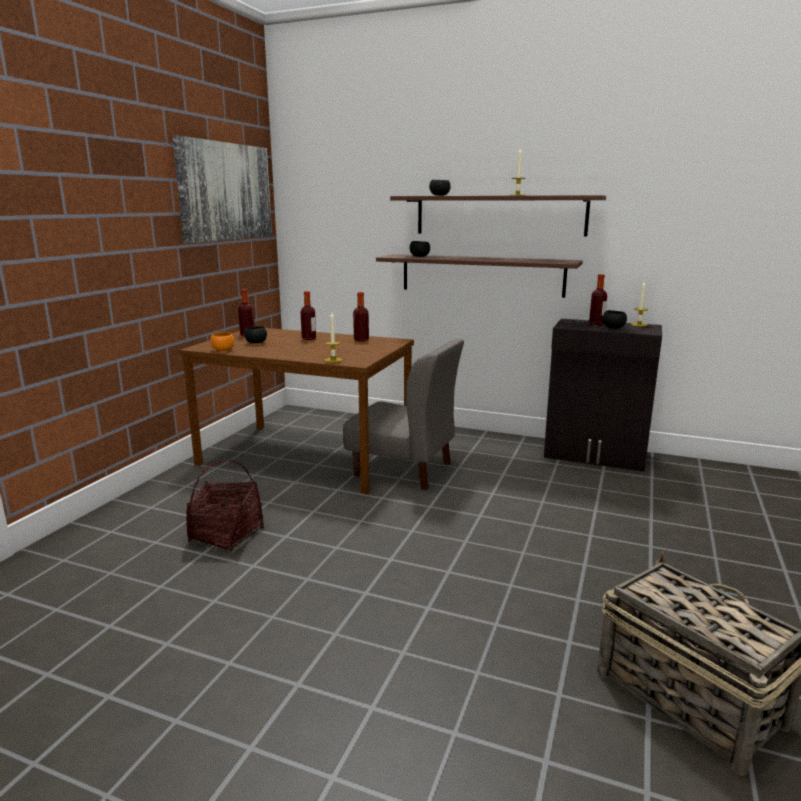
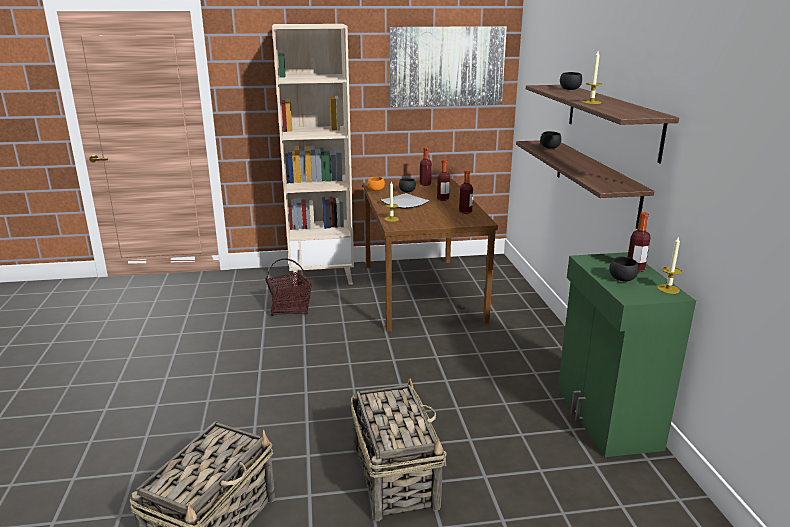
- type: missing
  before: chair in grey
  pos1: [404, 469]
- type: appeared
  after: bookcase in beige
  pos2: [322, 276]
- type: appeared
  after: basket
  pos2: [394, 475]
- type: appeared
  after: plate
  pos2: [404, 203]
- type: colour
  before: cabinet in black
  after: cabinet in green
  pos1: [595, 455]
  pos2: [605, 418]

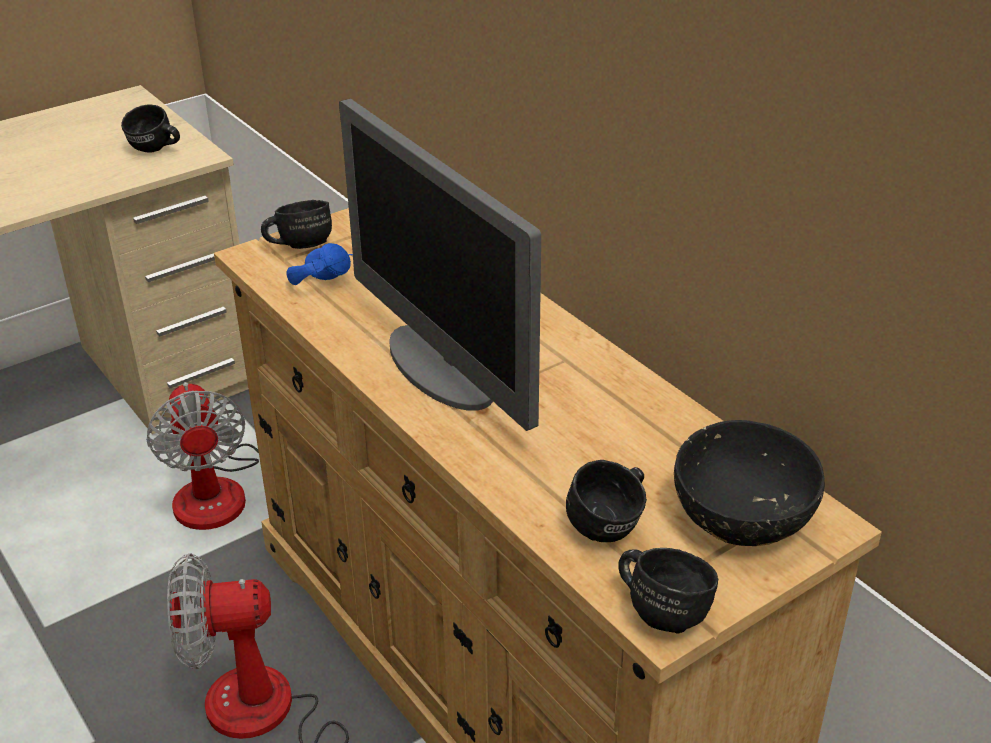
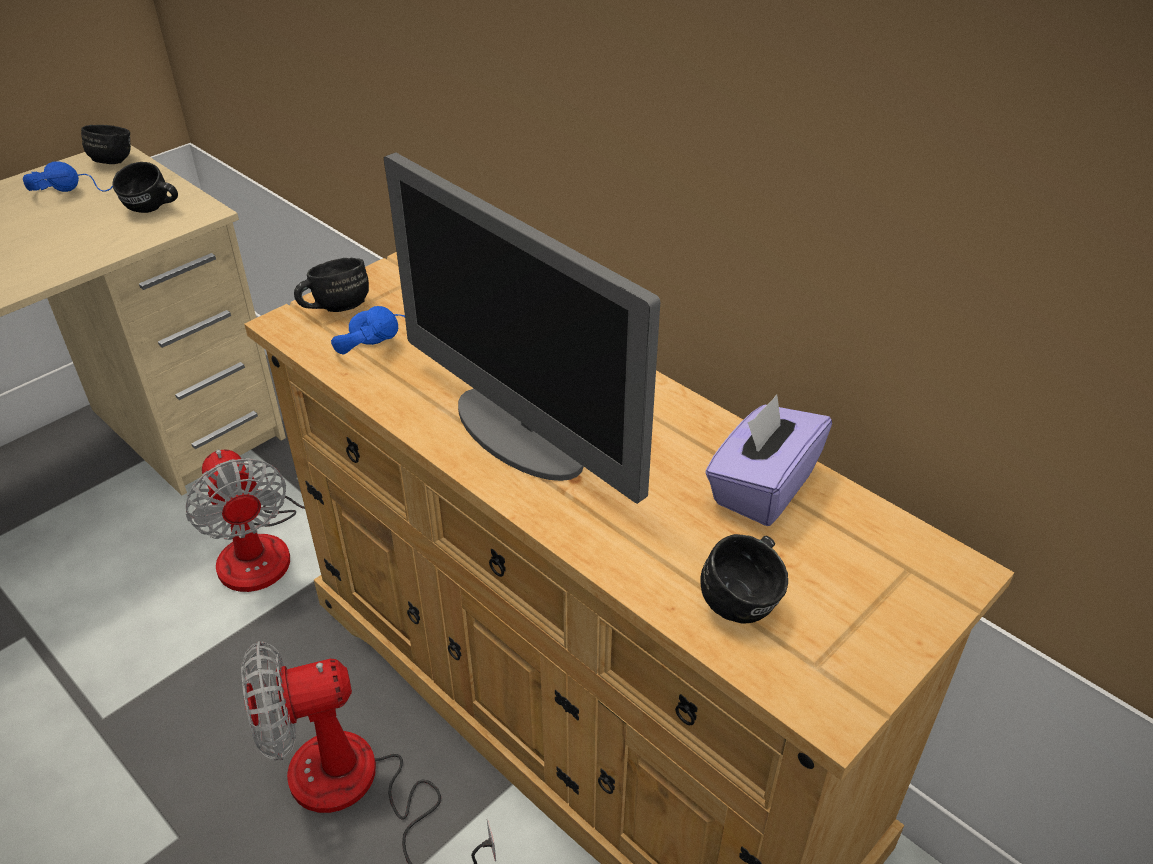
- type: missing
  before: bowl in black
  pos1: [741, 517]
- type: appeared
  after: headphones in blue
  pos2: [74, 191]
- type: appeared
  after: tissue box in purple
  pos2: [762, 487]
- type: relocated
  before: mug in black
  pos1: [662, 608]
  pos2: [110, 159]

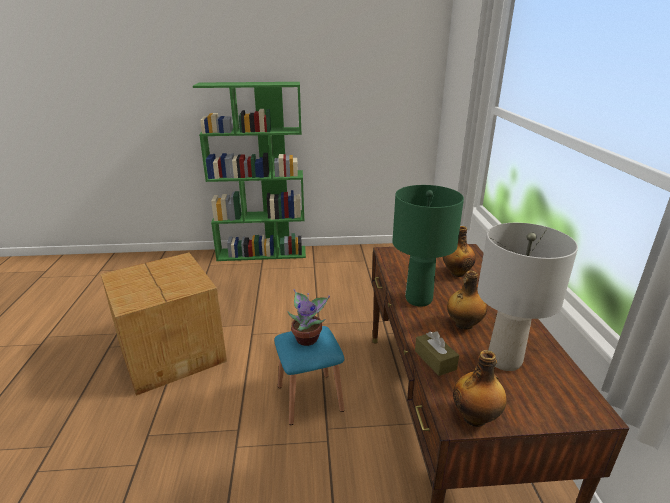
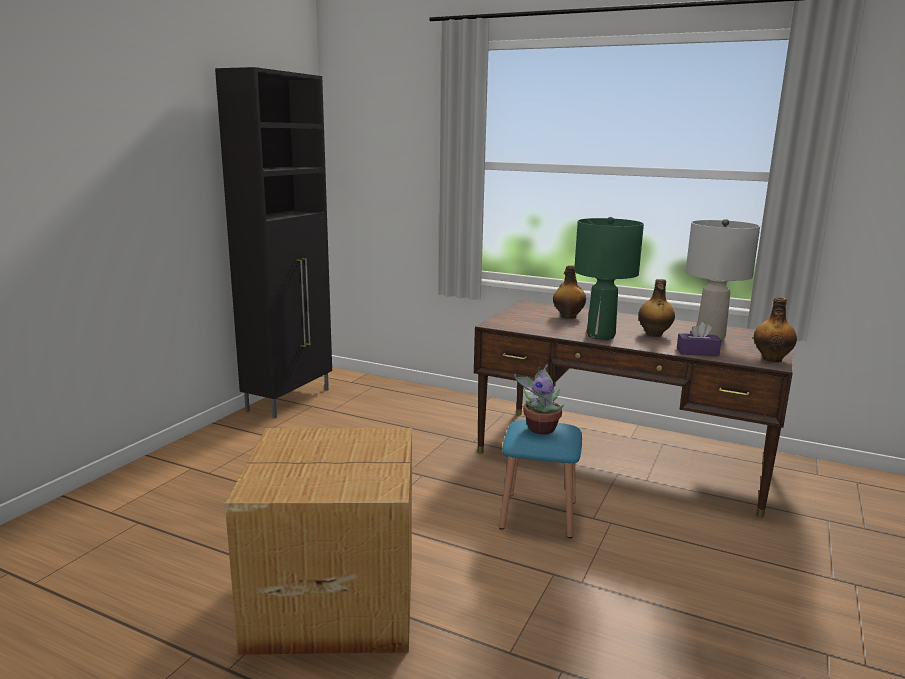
- type: missing
  before: bookcase in green
  pos1: [262, 253]
- type: appeared
  after: cabinet in black
  pos2: [290, 400]
- type: colour
  before: tissue box in brown
  after: tissue box in purple
  pos1: [435, 360]
  pos2: [697, 352]

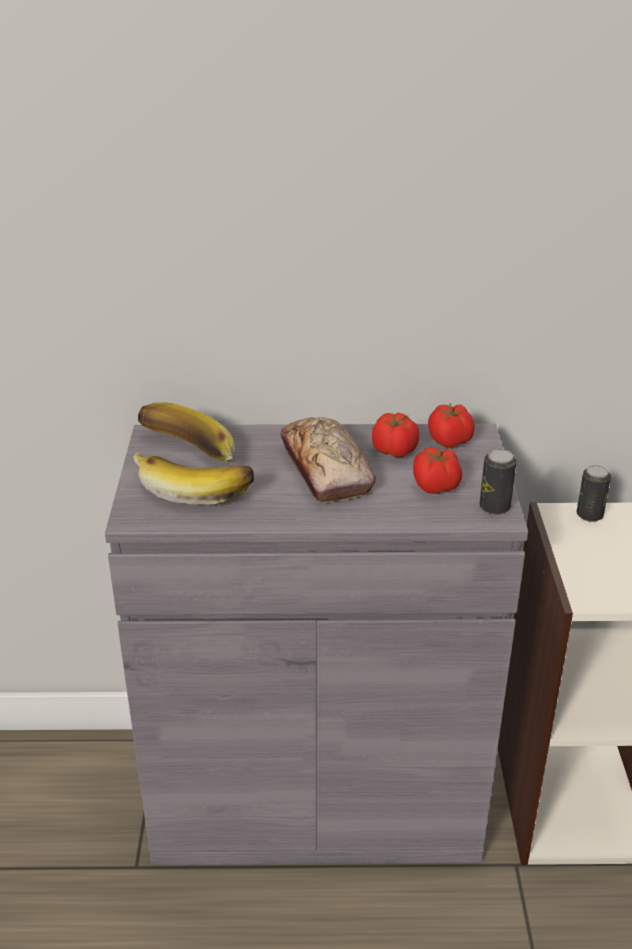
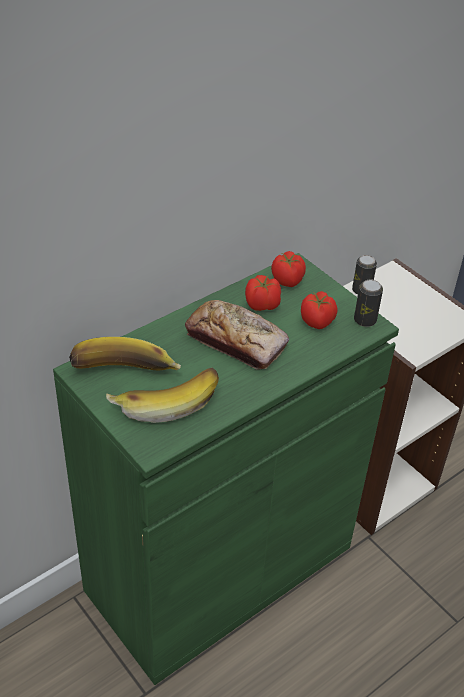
- type: colour
  before: cabinet in grey
  after: cabinet in green
  pos1: [316, 797]
  pos2: [220, 568]

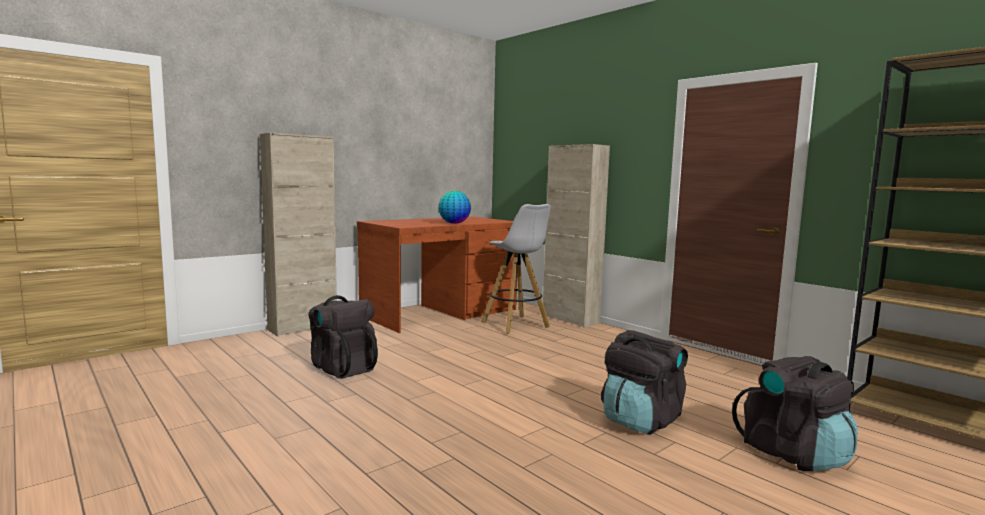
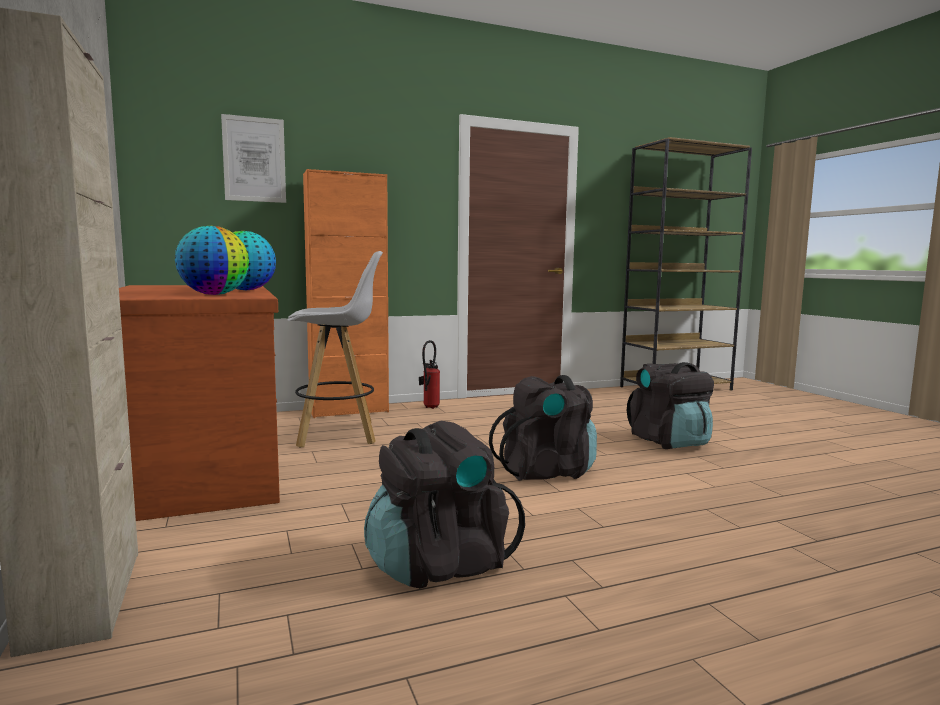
- type: appeared
  after: globe
  pos2: [214, 295]
- type: appeared
  after: picture
  pos2: [254, 159]
- type: appeared
  after: fire extinguisher
  pos2: [429, 407]
- type: relocated
  before: backpack in black
  pos1: [793, 454]
  pos2: [546, 471]
- type: colour
  before: cabinet in beige
  after: cabinet in orange
  pos1: [570, 319]
  pos2: [349, 411]

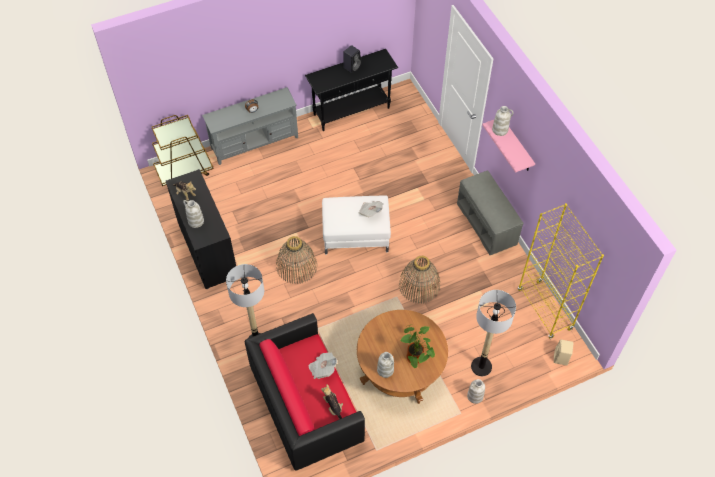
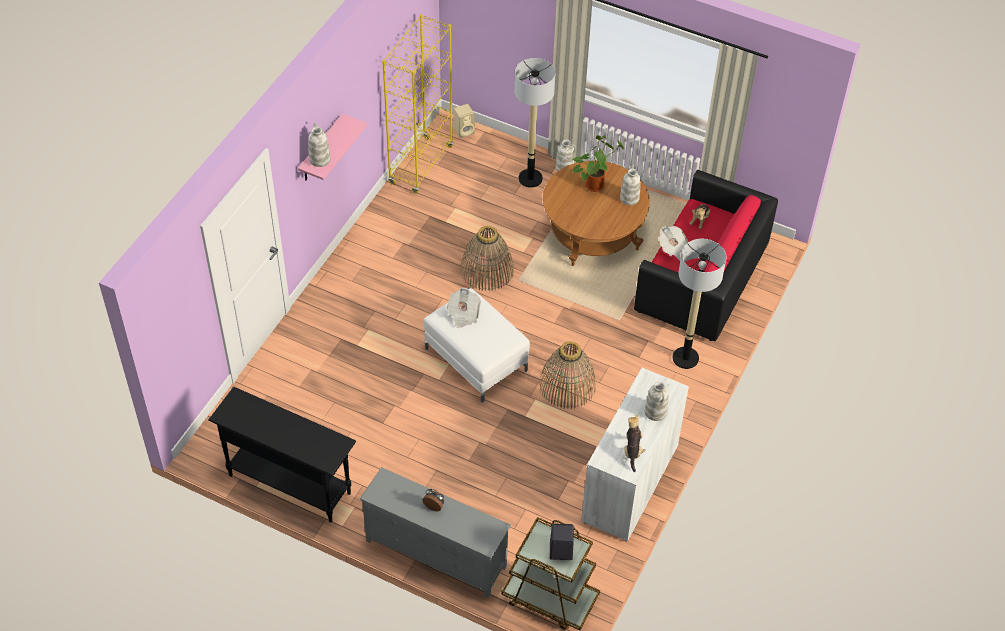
- type: missing
  before: bench in grey
  pos1: [487, 224]
- type: relocated
  before: speaker in black
  pos1: [352, 66]
  pos2: [560, 551]
- type: colour
  before: cabinet in black
  after: cabinet in white
  pos1: [208, 249]
  pos2: [629, 483]

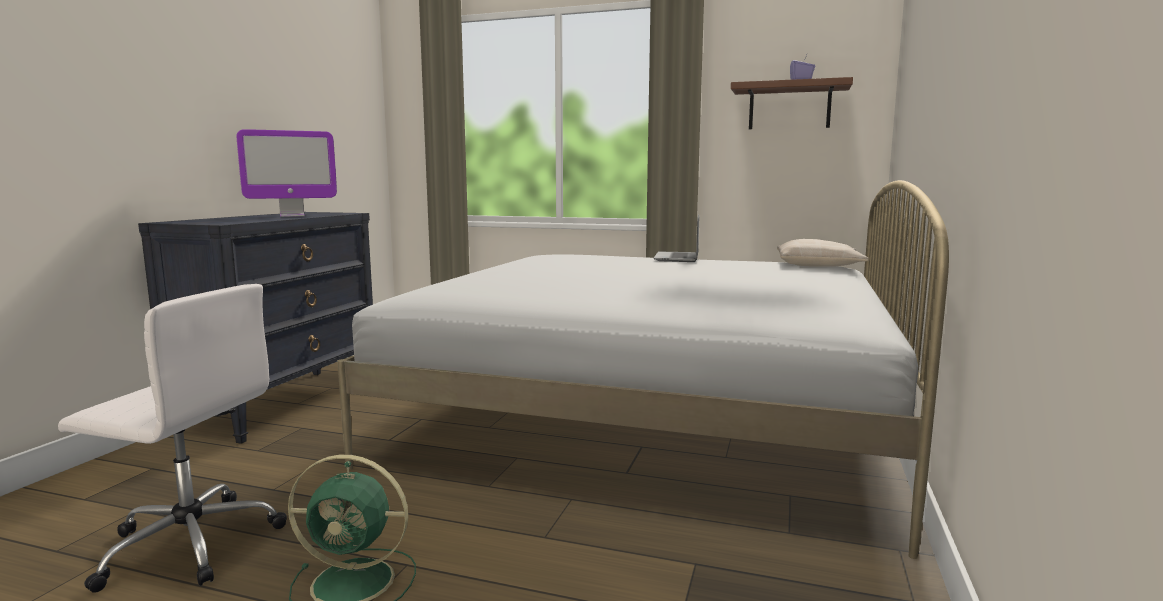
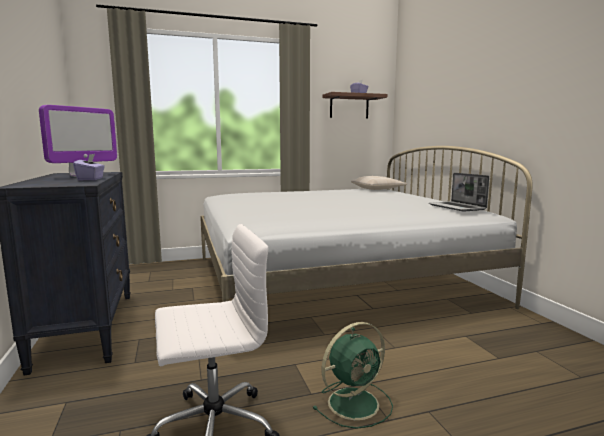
- type: appeared
  after: tissue box in purple
  pos2: [91, 179]
- type: relocated
  before: laptop
  pos1: [677, 258]
  pos2: [457, 207]

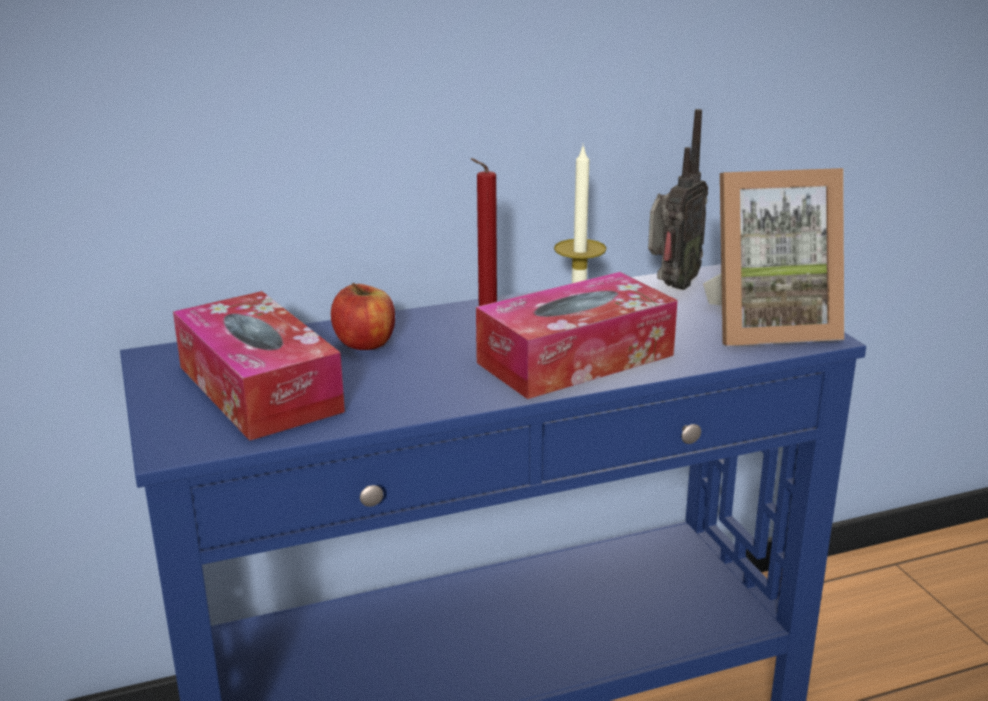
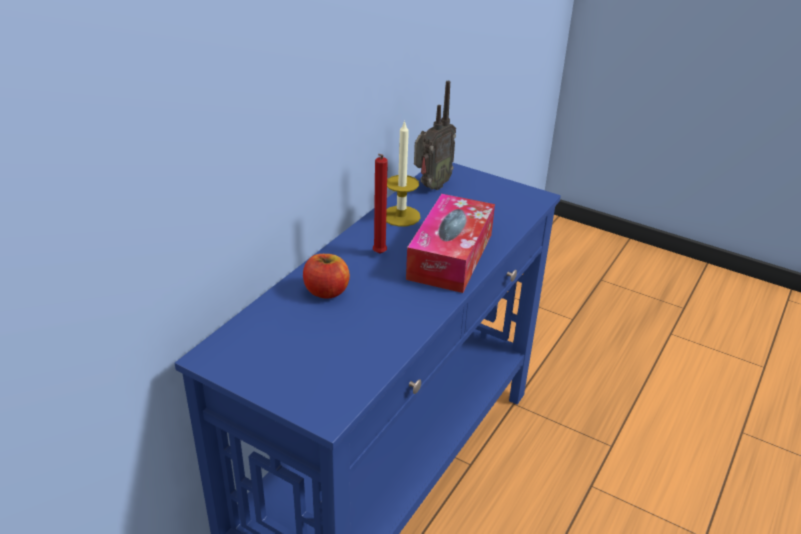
- type: missing
  before: tissue box
  pos1: [259, 389]
- type: missing
  before: picture frame
  pos1: [768, 326]
- type: spun
  before: radio
  pos1: [671, 286]
  pos2: [431, 186]
  turn: 45

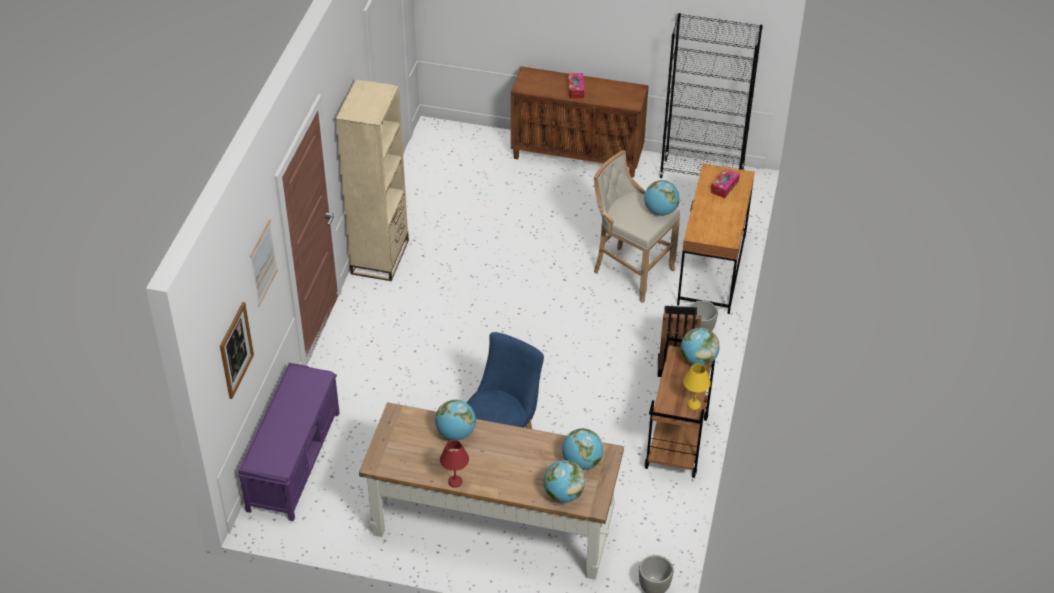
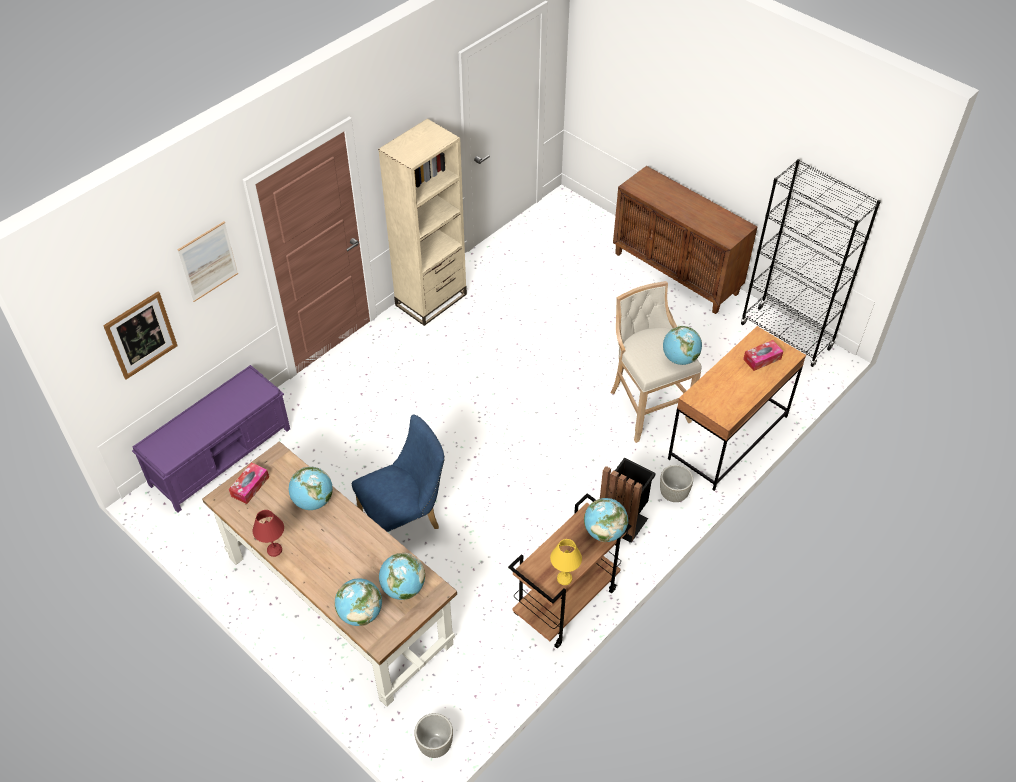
- type: relocated
  before: tissue box
  pos1: [575, 89]
  pos2: [250, 486]

